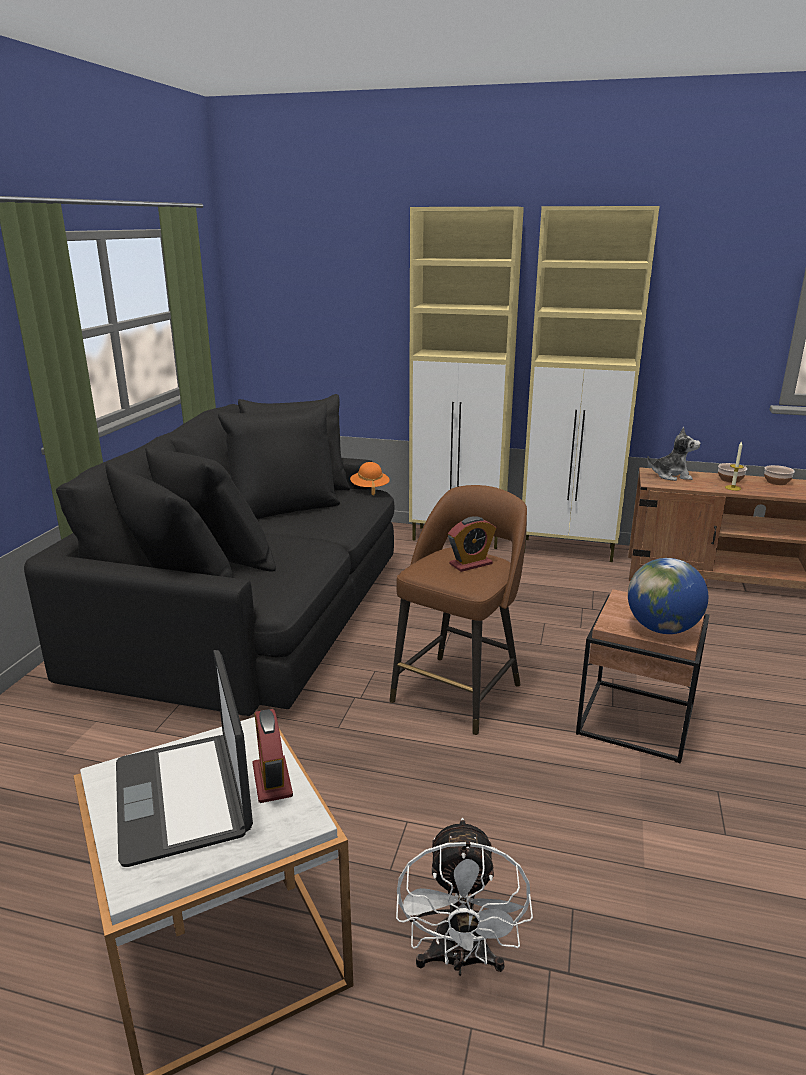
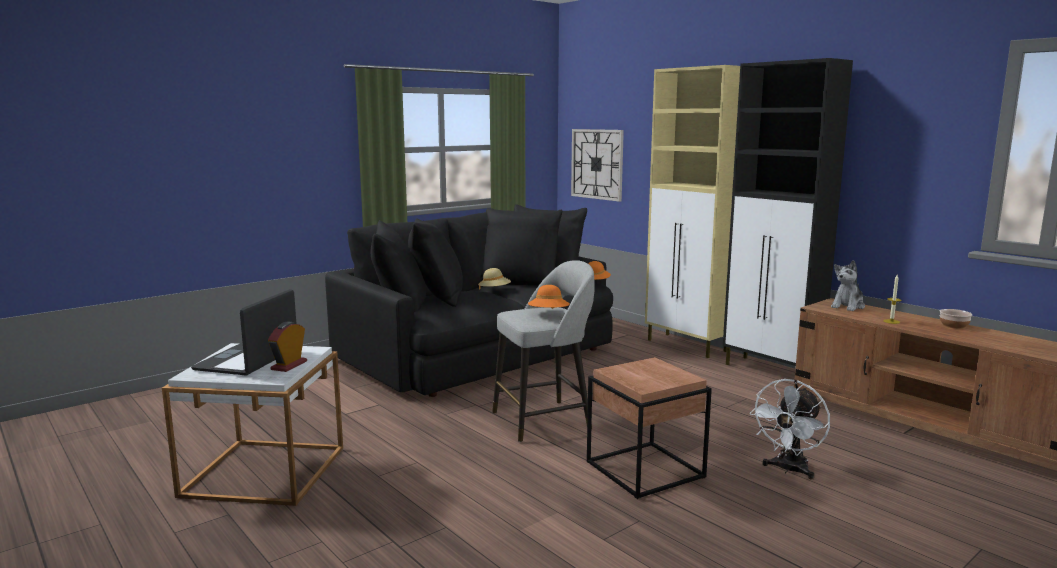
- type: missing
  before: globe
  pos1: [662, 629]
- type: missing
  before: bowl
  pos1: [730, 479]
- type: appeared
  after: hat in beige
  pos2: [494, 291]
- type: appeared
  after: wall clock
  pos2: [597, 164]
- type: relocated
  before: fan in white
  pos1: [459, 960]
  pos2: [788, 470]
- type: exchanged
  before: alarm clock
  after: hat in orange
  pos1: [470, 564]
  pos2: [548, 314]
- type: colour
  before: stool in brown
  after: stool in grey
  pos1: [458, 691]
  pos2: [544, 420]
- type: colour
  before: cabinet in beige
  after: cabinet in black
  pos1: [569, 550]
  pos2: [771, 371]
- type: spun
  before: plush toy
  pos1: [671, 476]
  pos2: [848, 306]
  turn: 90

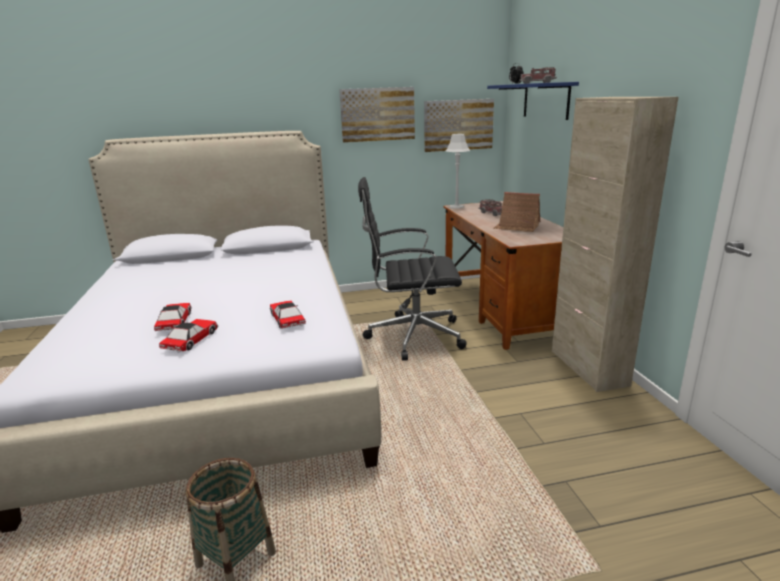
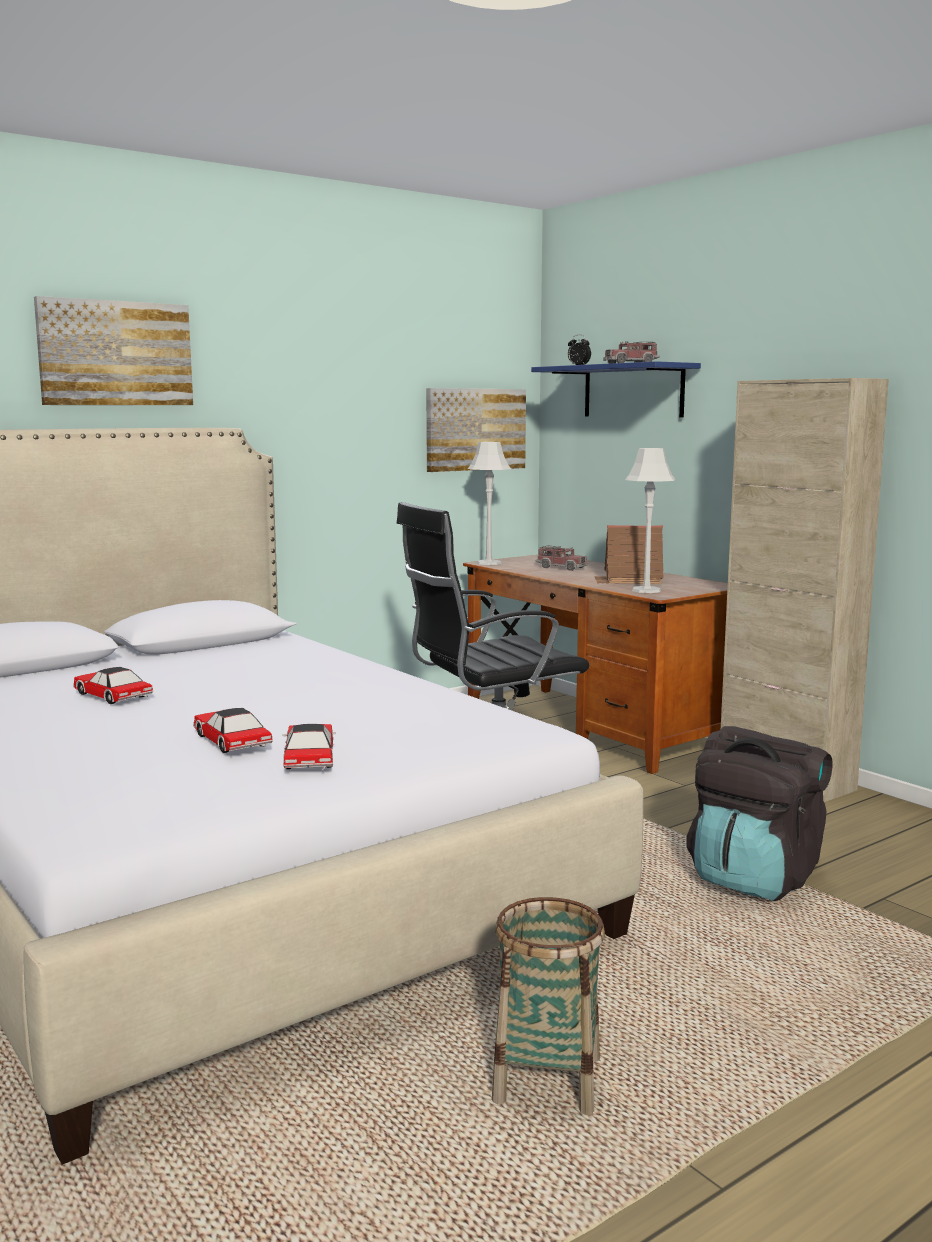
- type: appeared
  after: table lamp in grey
  pos2: [646, 590]
- type: appeared
  after: backpack in black
  pos2: [754, 878]
- type: relocated
  before: toy car
  pos1: [287, 320]
  pos2: [112, 696]
- type: relocated
  before: picture
  pos1: [377, 114]
  pos2: [115, 353]

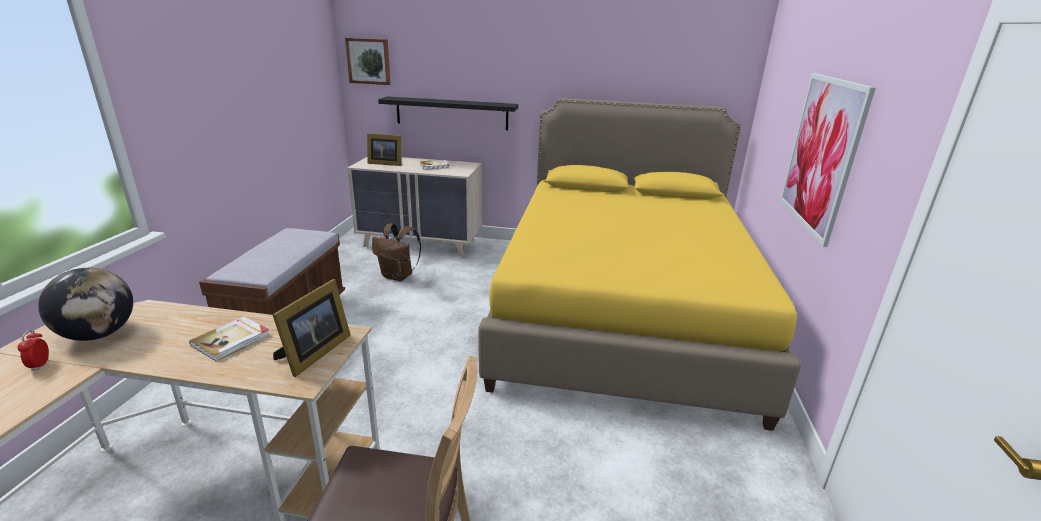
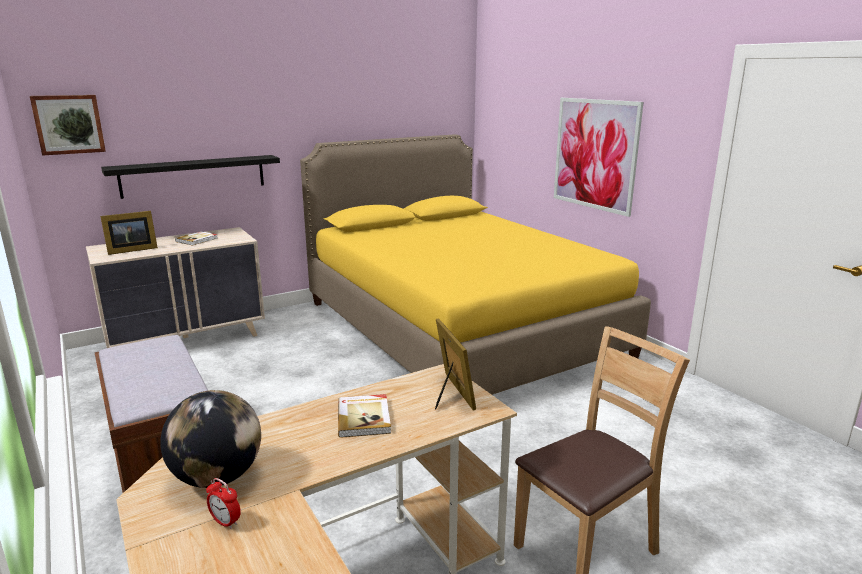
- type: missing
  before: backpack in brown
  pos1: [398, 276]

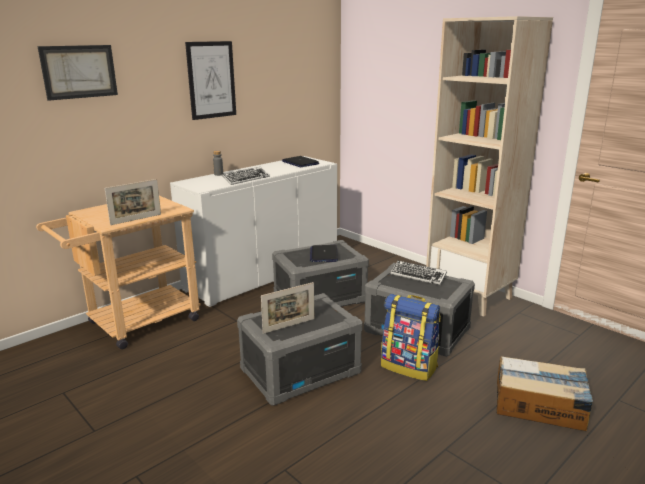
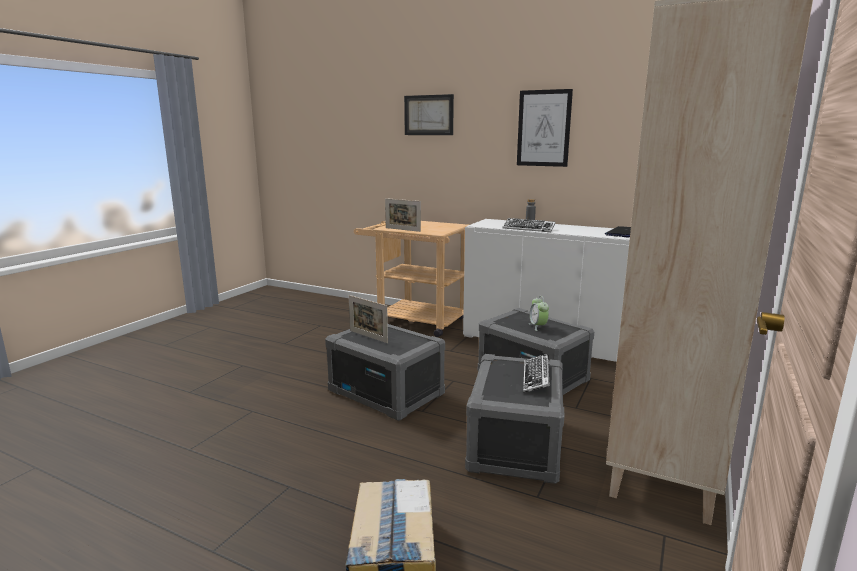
- type: missing
  before: backpack
  pos1: [409, 366]
- type: exchanged
  before: laptop
  after: alarm clock
  pos1: [324, 254]
  pos2: [538, 326]

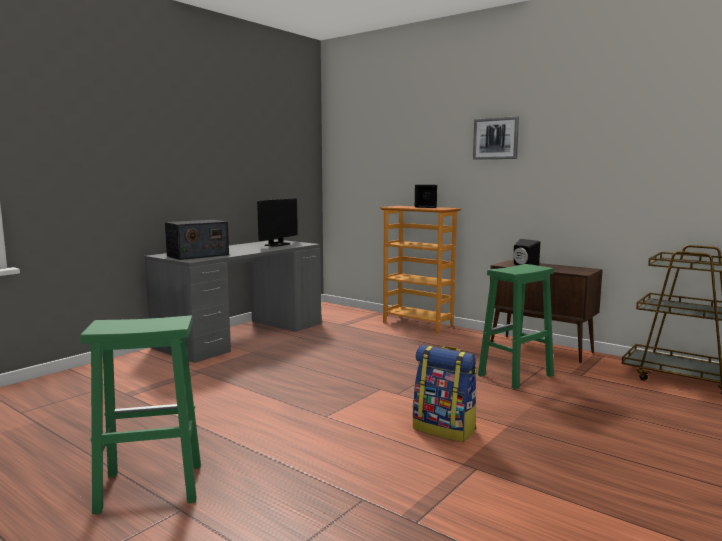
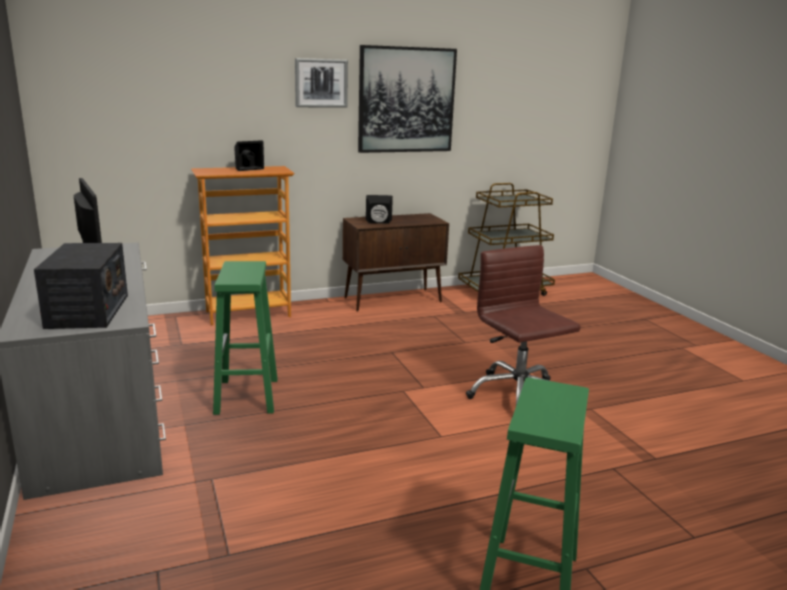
- type: appeared
  after: picture
  pos2: [406, 100]
- type: relocated
  before: stool in green
  pos1: [515, 376]
  pos2: [247, 397]
- type: exchanged
  before: backpack
  after: office chair in brown
  pos1: [445, 429]
  pos2: [517, 395]

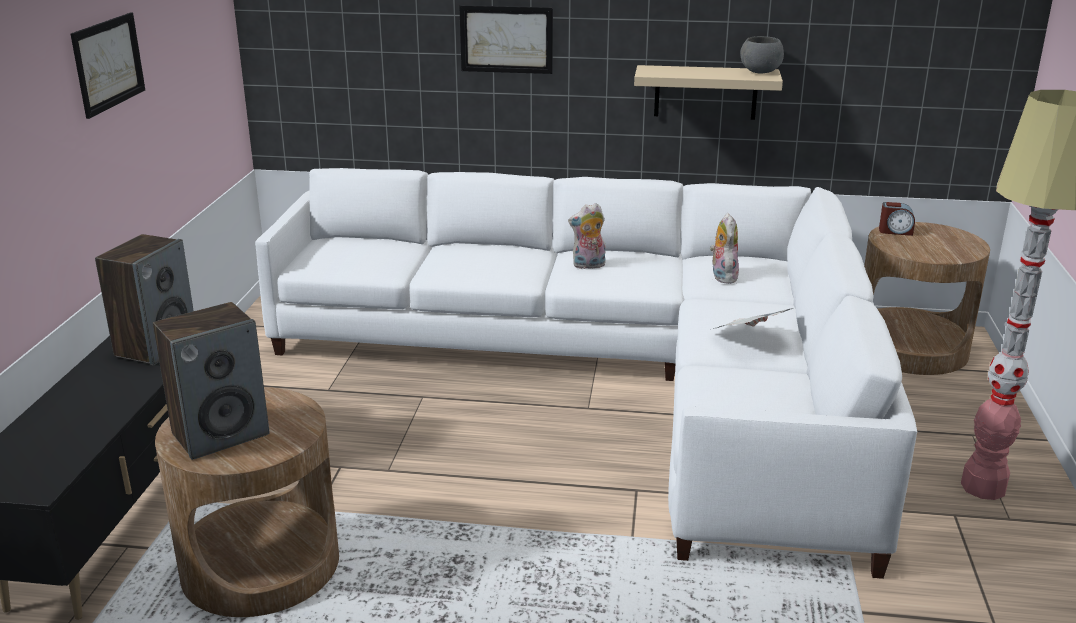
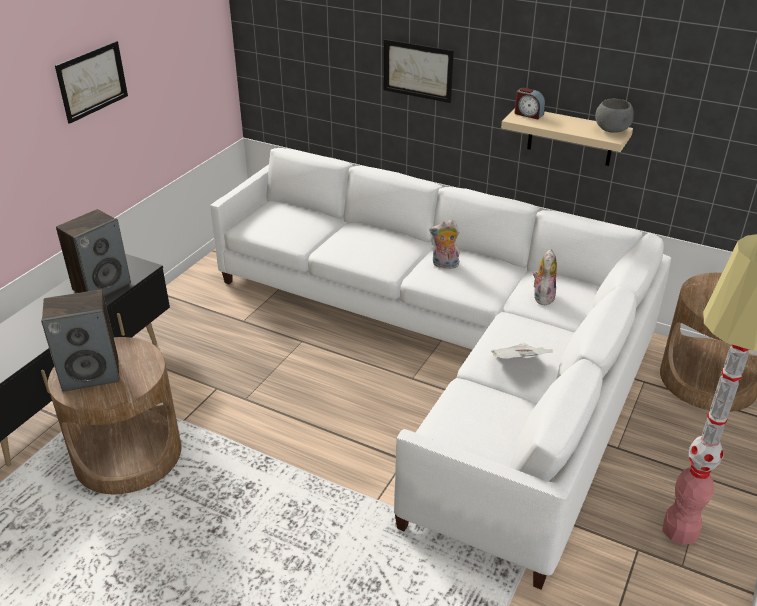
- type: relocated
  before: alarm clock
  pos1: [895, 231]
  pos2: [528, 114]

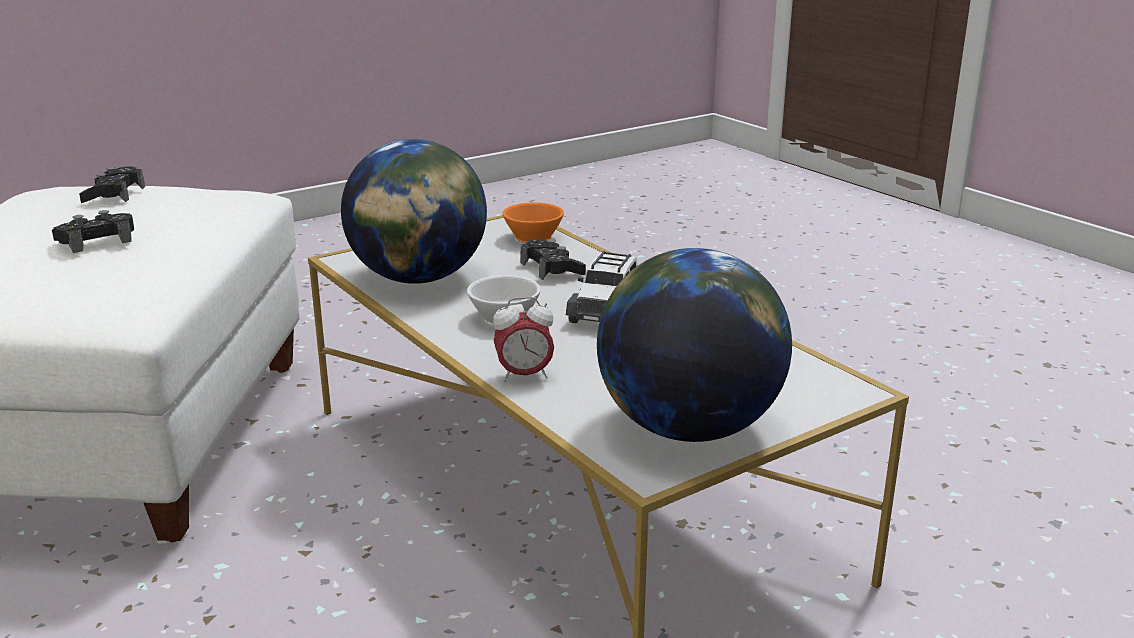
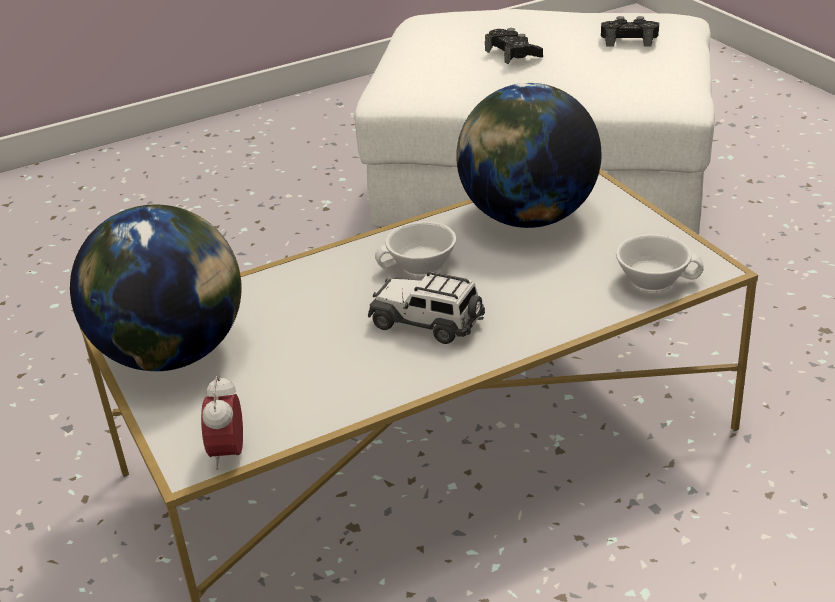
- type: missing
  before: game controller in black
  pos1: [552, 268]
- type: relocated
  before: alarm clock
  pos1: [524, 376]
  pos2: [229, 453]
- type: colour
  before: cup in orange
  after: cup in white
  pos1: [531, 236]
  pos2: [654, 278]

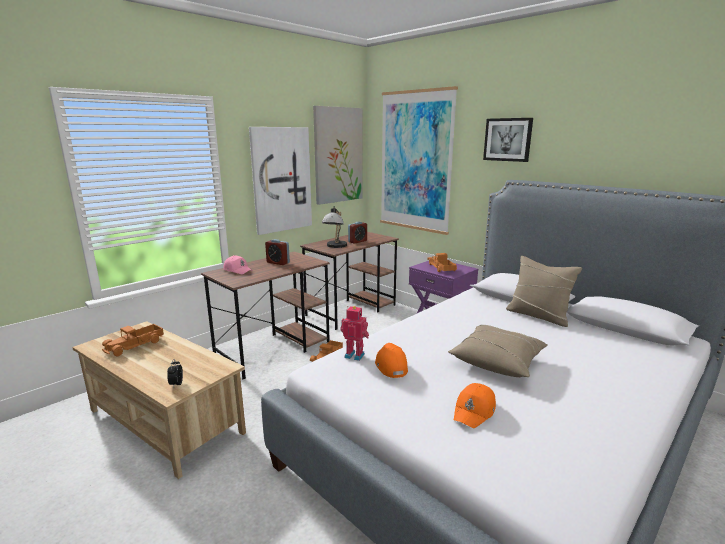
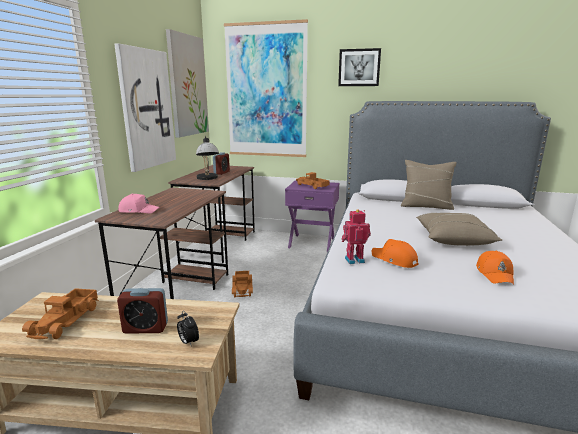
- type: relocated
  before: alarm clock
  pos1: [278, 262]
  pos2: [145, 328]

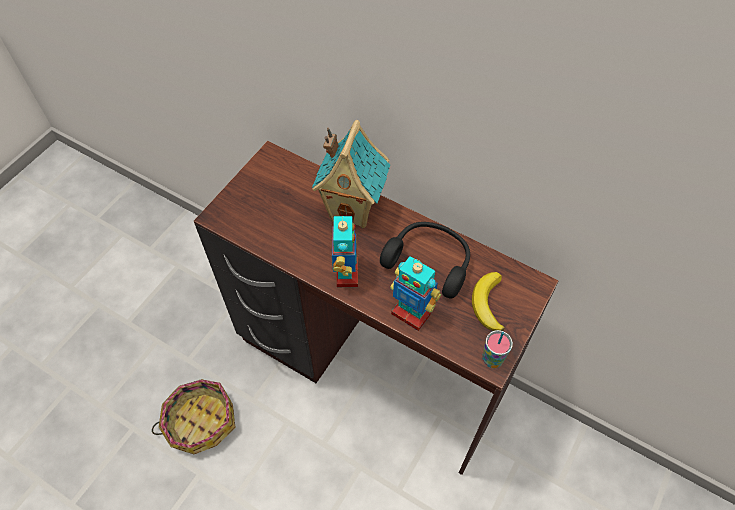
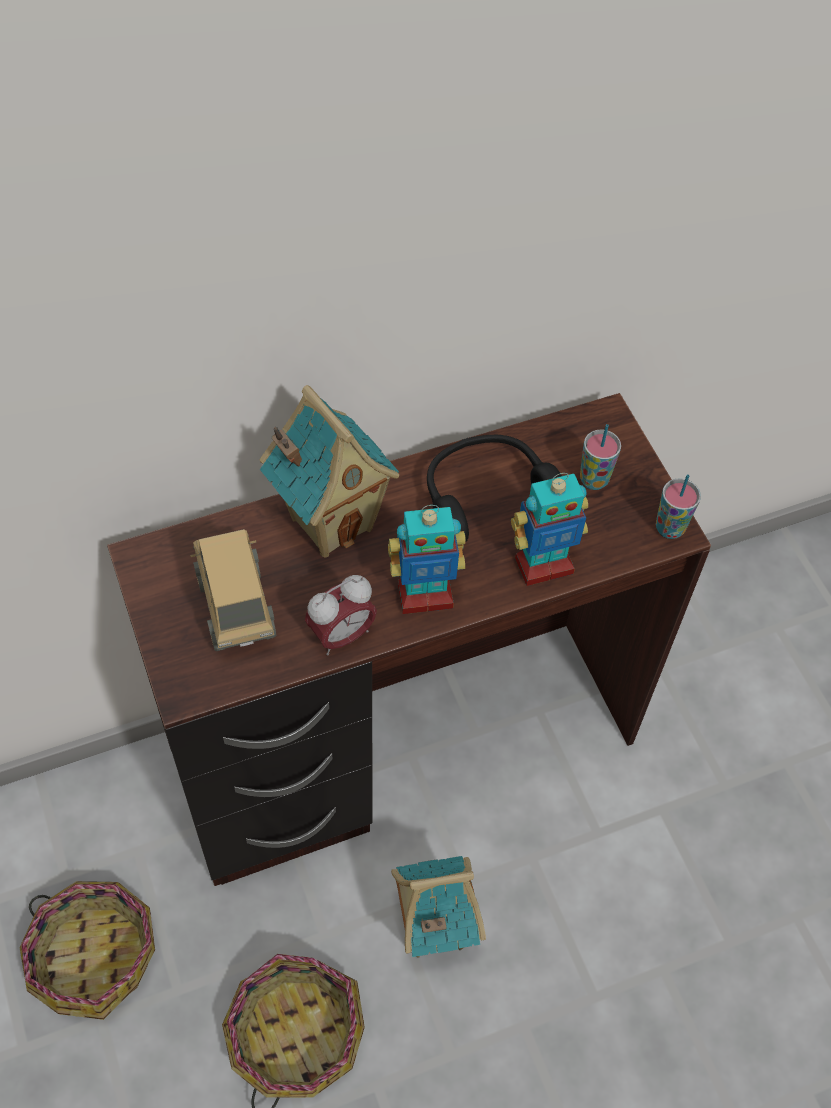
- type: appeared
  after: basket
  pos2: [93, 953]
- type: appeared
  after: toy truck
  pos2: [236, 608]
- type: appeared
  after: alarm clock
  pos2: [341, 635]
- type: appeared
  after: toy house
  pos2: [432, 928]
- type: exchanged
  before: banana
  after: cup
  pos1: [487, 303]
  pos2: [594, 480]
- type: spun
  before: toy robot
  pos1: [346, 273]
  pos2: [425, 595]
  turn: 135

